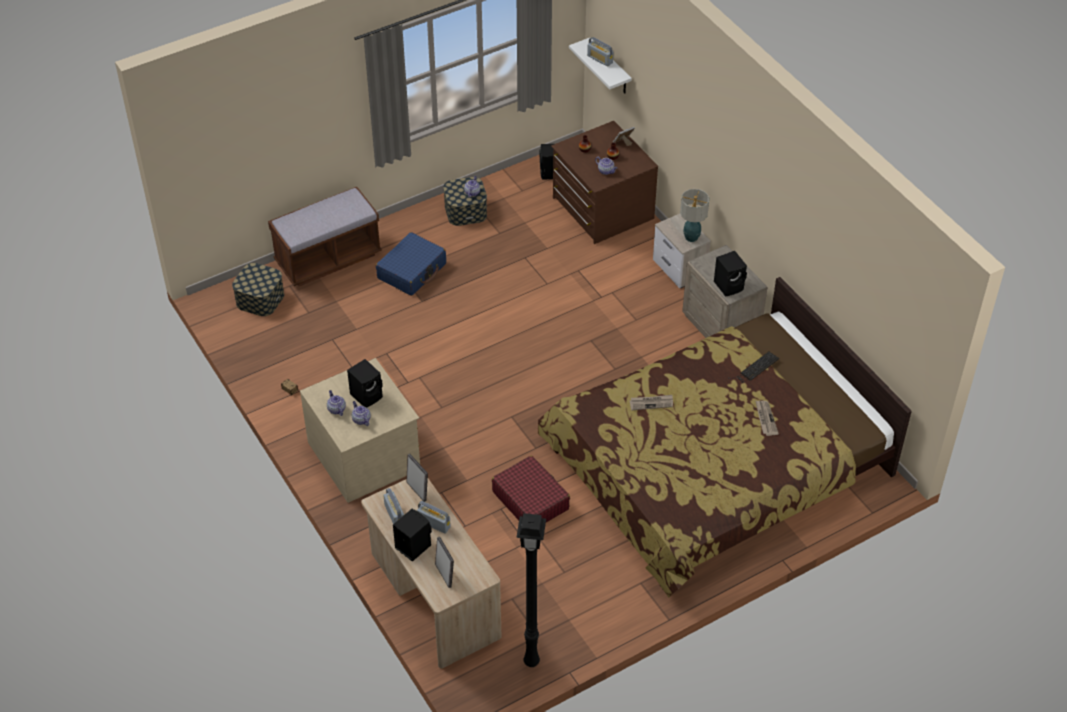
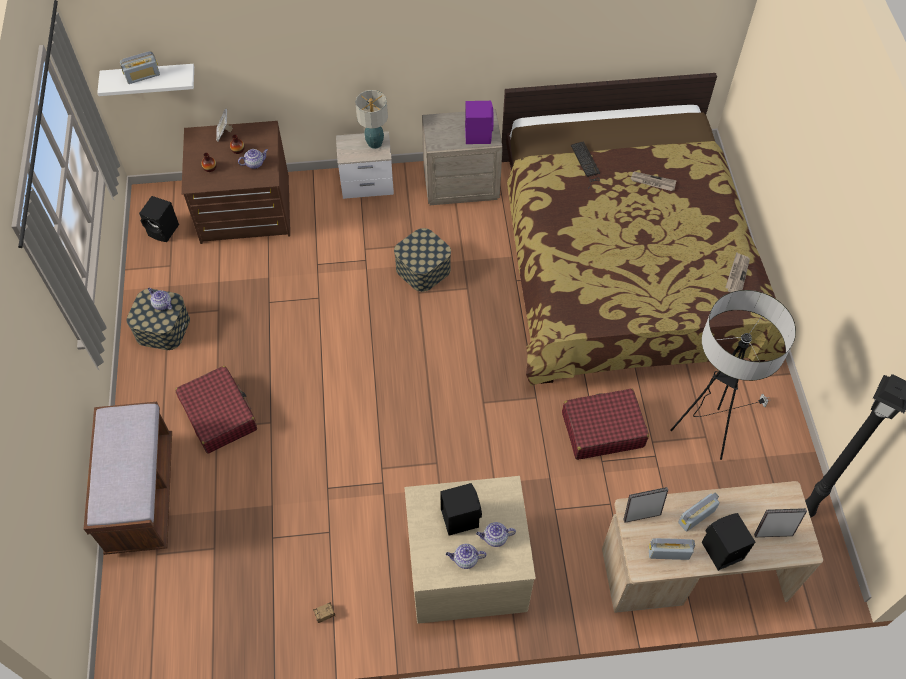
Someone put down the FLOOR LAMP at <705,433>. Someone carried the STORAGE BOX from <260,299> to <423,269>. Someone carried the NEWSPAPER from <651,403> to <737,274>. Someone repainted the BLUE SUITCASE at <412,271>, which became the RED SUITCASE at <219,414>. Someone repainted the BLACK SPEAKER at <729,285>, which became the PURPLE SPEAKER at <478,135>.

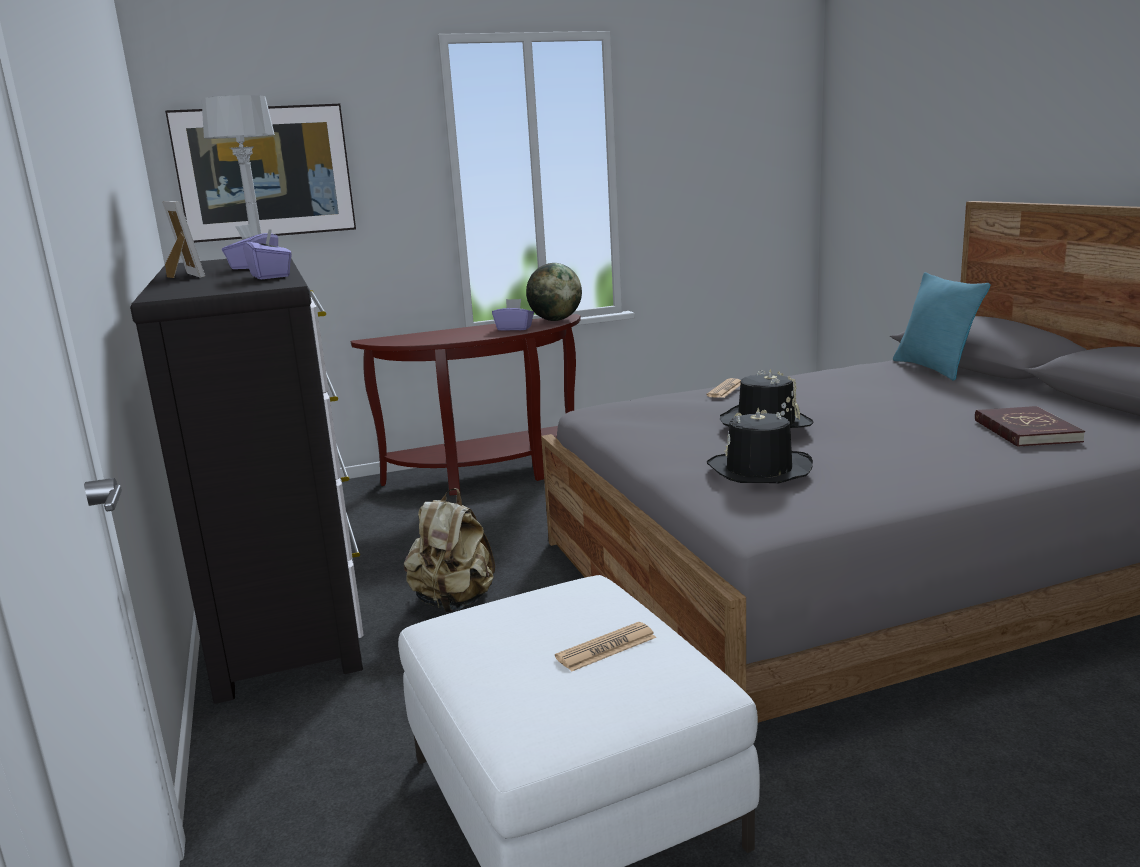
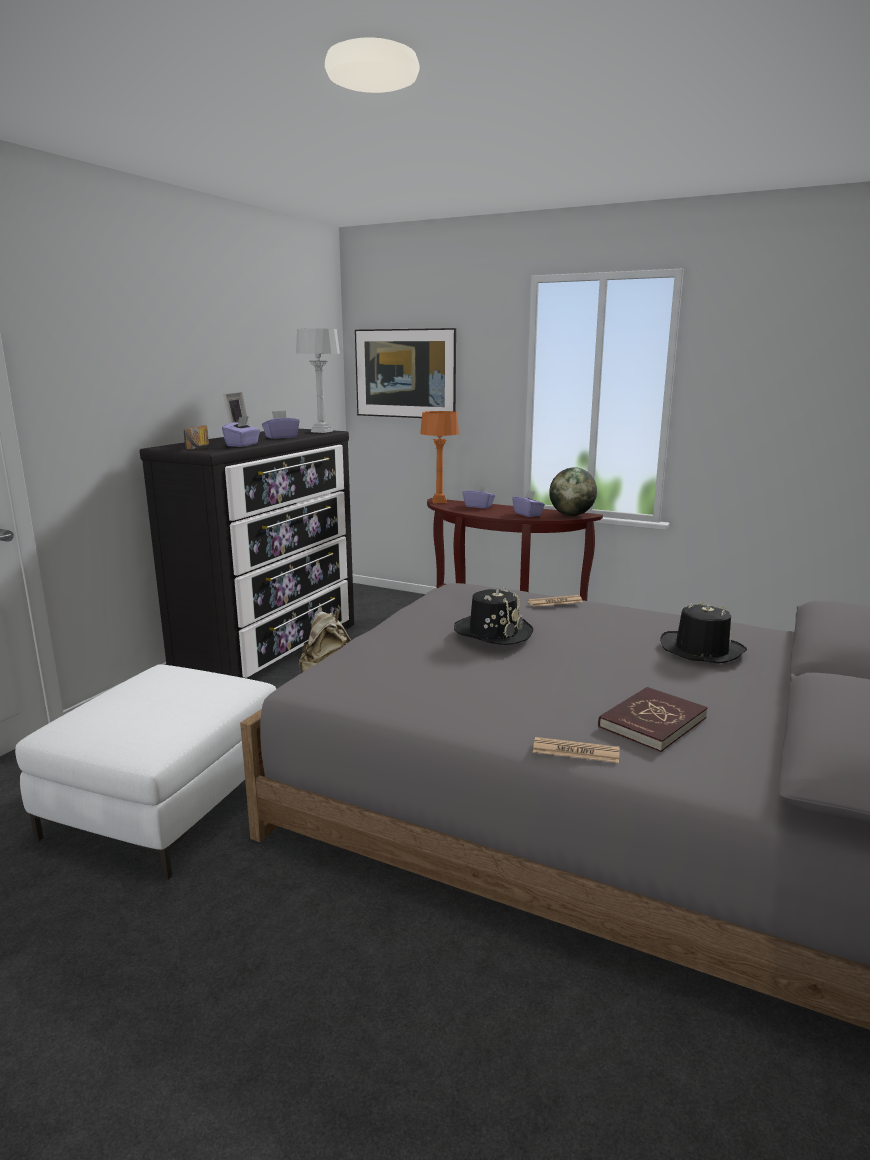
Someone took away the TURQUOISE PILLOW at <934,368>. Someone put down the RADIO at <201,447>. Someone put down the ORANGE TABLE LAMP at <439,502>. Someone put down the PURPLE TISSUE BOX at <478,506>. Someone carried the NEWSPAPER from <606,648> to <575,751>. Someone carried the BLACK HAT from <759,470> to <701,650>.

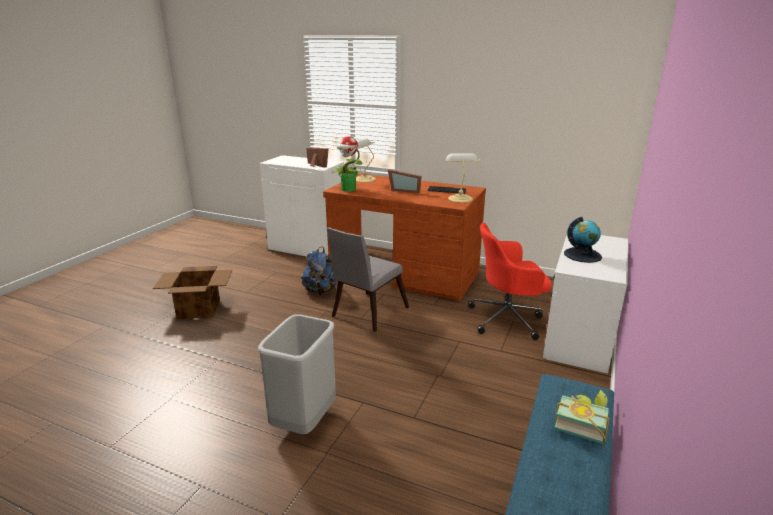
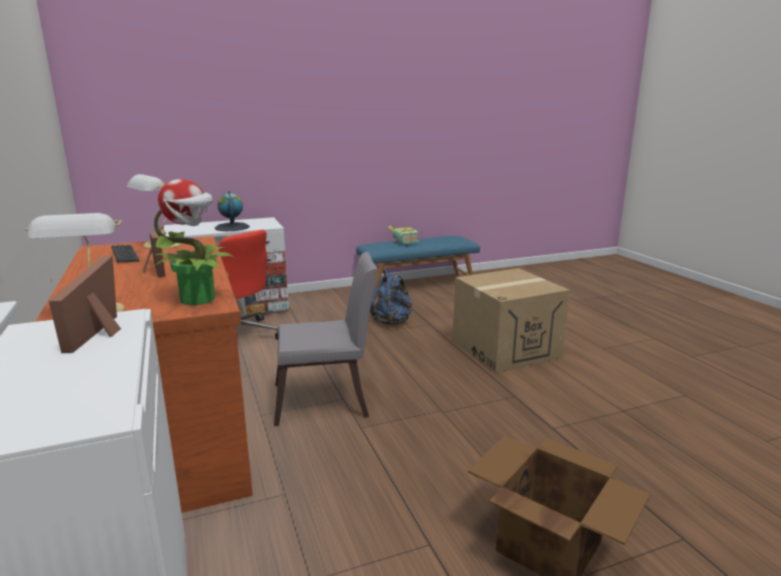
Someone carried the BLUE BACKPACK from <320,291> to <392,321>. Someone swapped the GREY TRASH CAN at <305,421> for the CARDBOARD BOX at <505,349>.

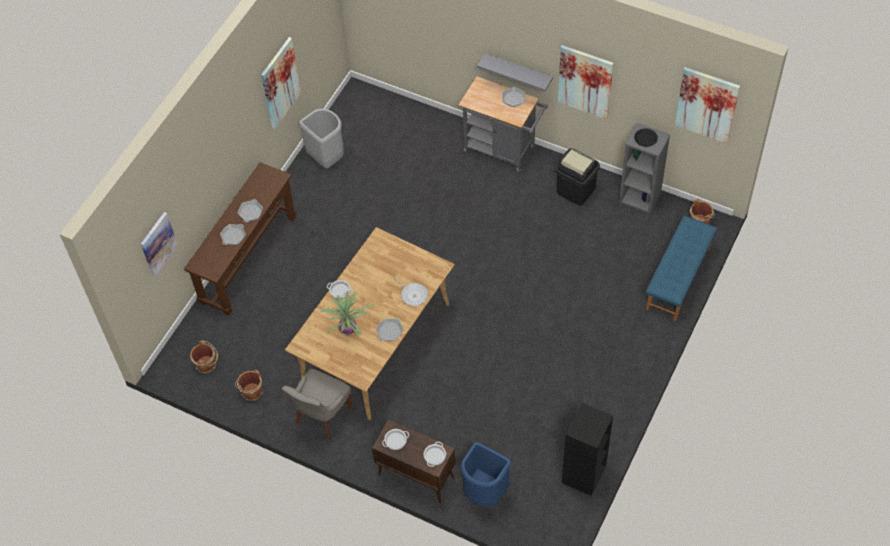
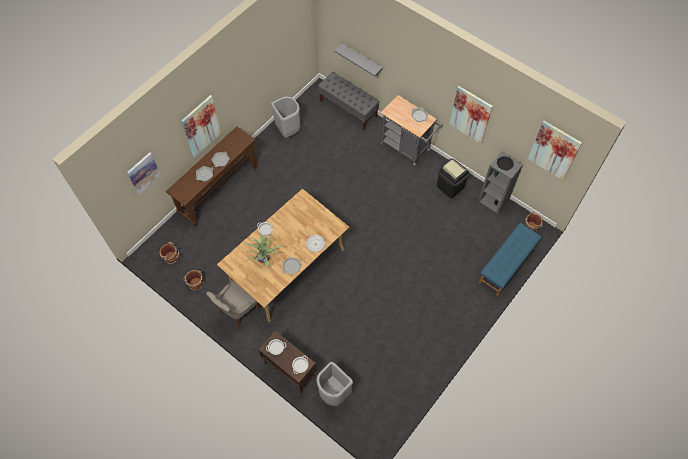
Someone took away the BLACK BOOKCASE at <584,474>. Someone put down the GREY BENCH at <348,109>. Someone carried the PICTURE from <280,83> to <201,126>. Someone carried the GREY SHELF from <518,71> to <362,60>. Someone repainted the BLUE TRASH CAN at <484,493>, which became the GREY TRASH CAN at <334,393>.

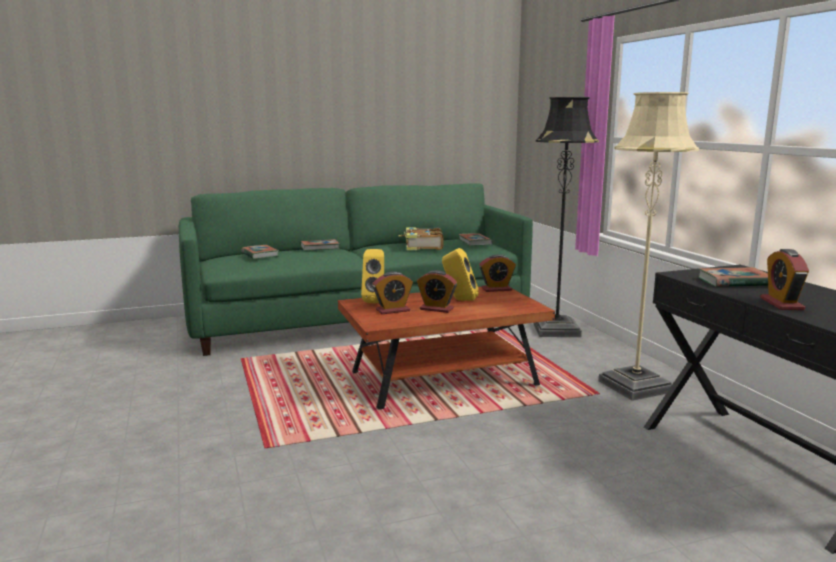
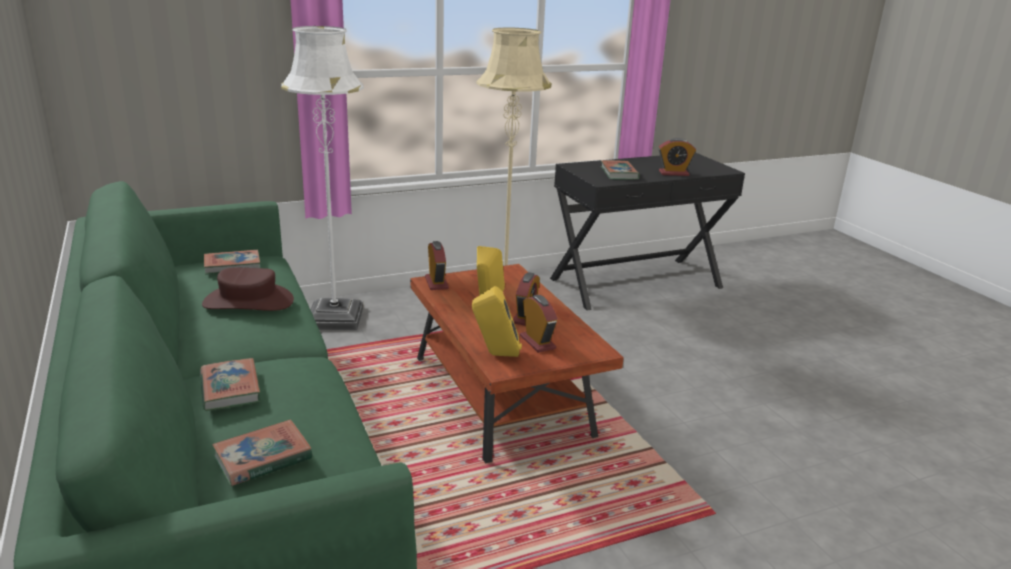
Someone swapped the BOOK at <422,246> for the BROWN HAT at <248,301>. Someone repainted the BLACK FLOOR LAMP at <556,330>, which became the WHITE FLOOR LAMP at <335,318>.

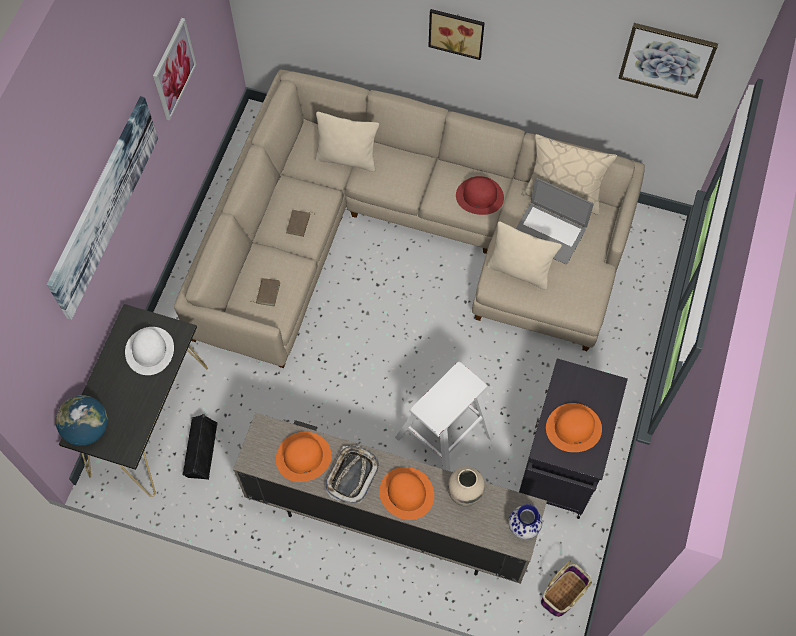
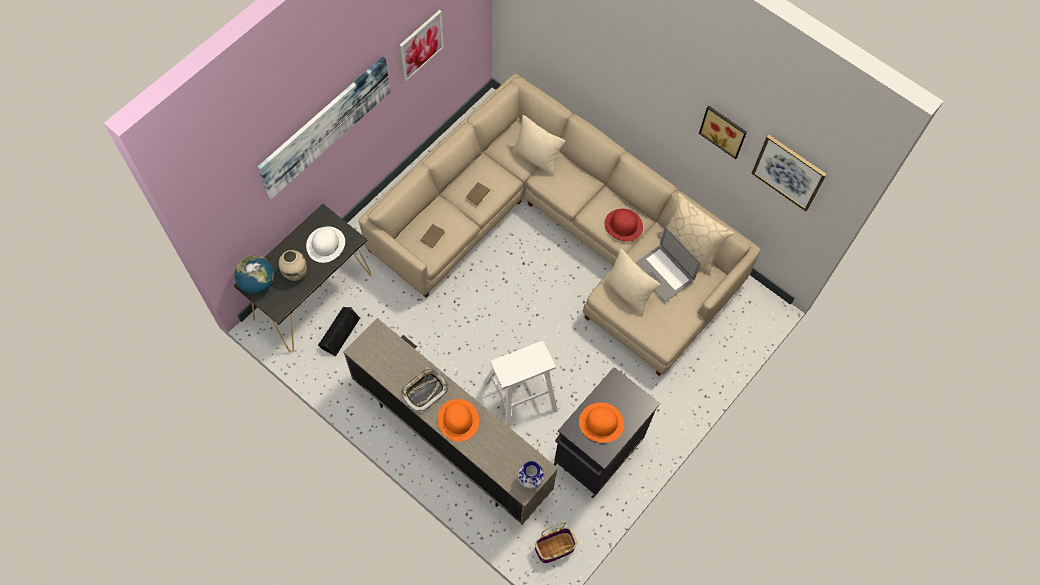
Someone took away the ORANGE HAT at <303,457>. Someone carried the PICTURE from <457,31> to <724,130>. Someone carried the BEIGE VASE from <464,494> to <295,273>.

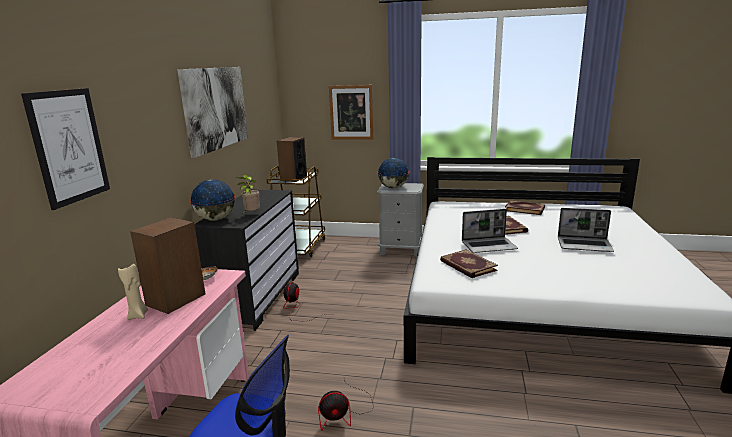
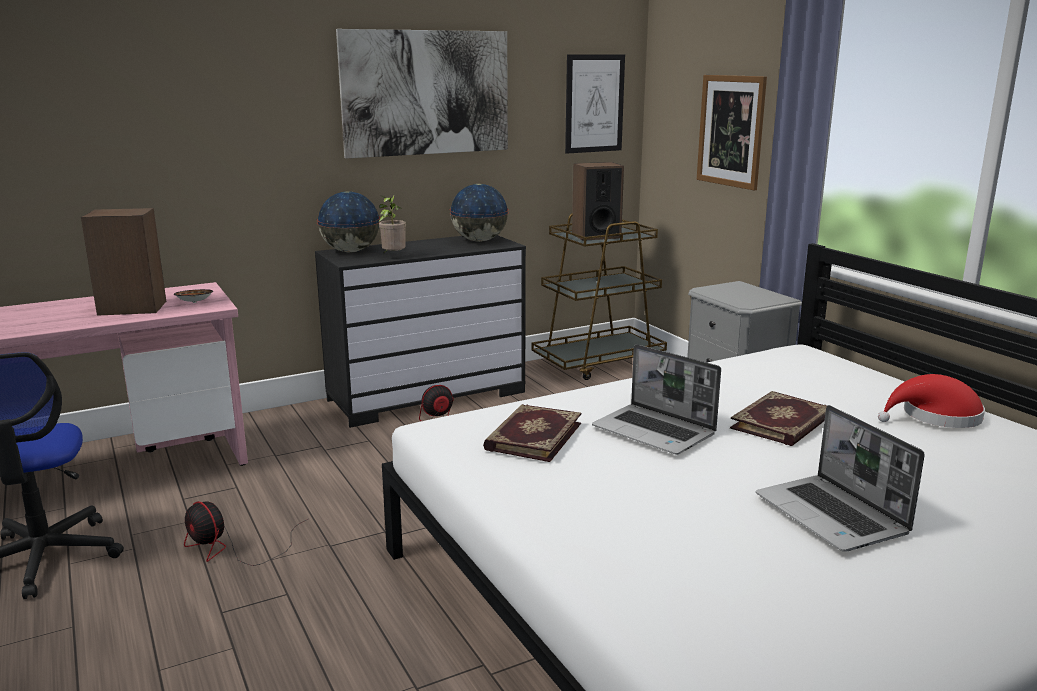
Someone took away the BEIGE CANDLE at <138,315>. Someone carried the PICTURE from <69,146> to <594,103>. Someone carried the GLOBE from <393,187> to <479,240>. Someone swapped the BOOK at <525,209> for the RED HAT at <935,417>.

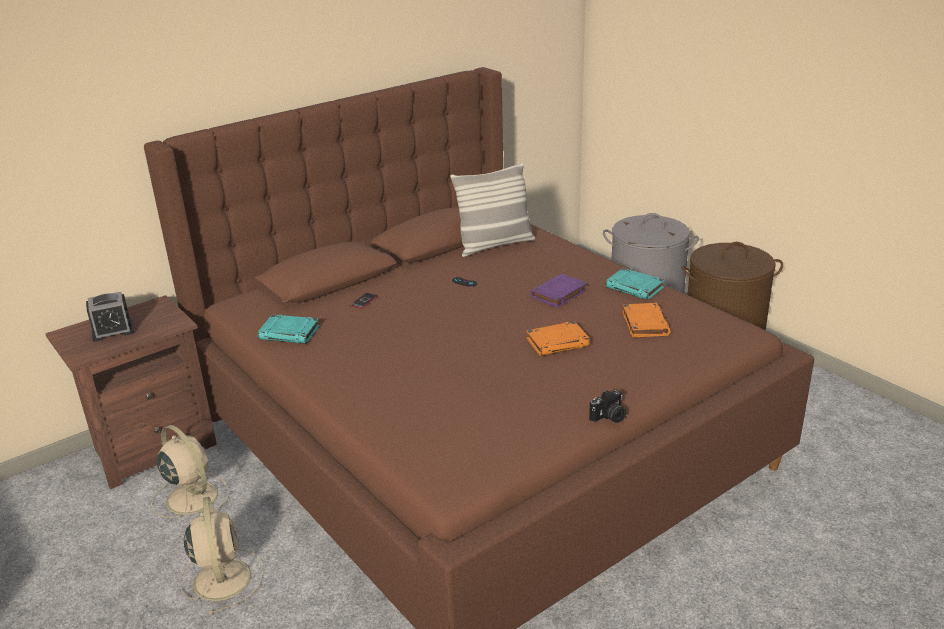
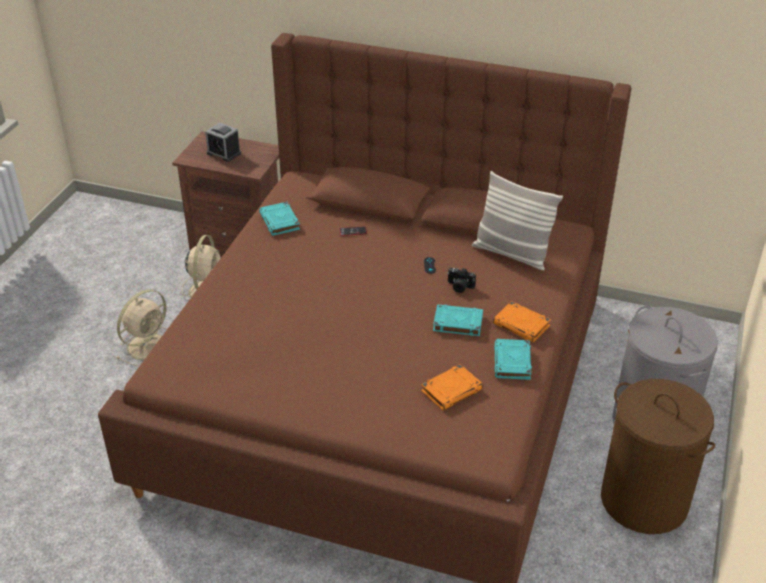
Someone carried the ORANGE BOOK from <558,342> to <522,325>. Someone carried the PHOTO CAMERA from <609,417> to <459,287>. Someone repainted the PURPLE BOOK at <558,294>, which became the TURQUOISE BOOK at <457,323>.

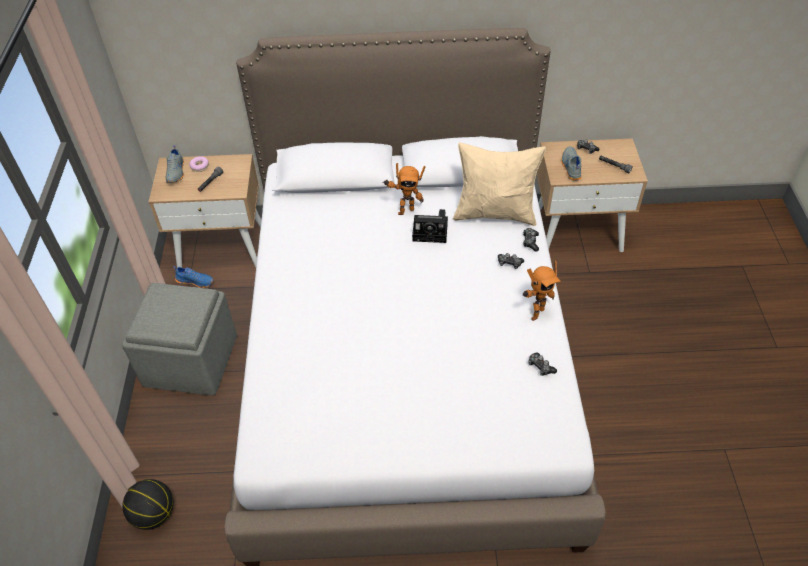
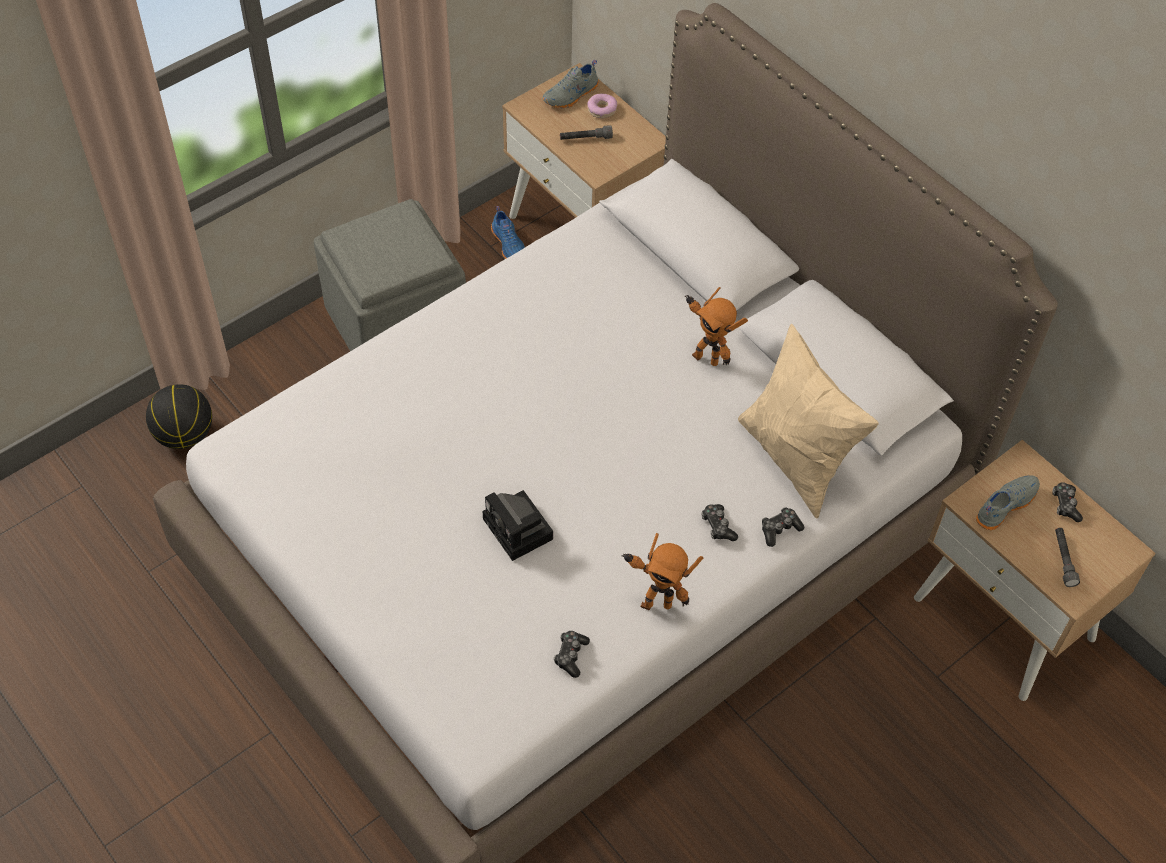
Someone carried the PHOTO CAMERA from <432,231> to <520,531>.

